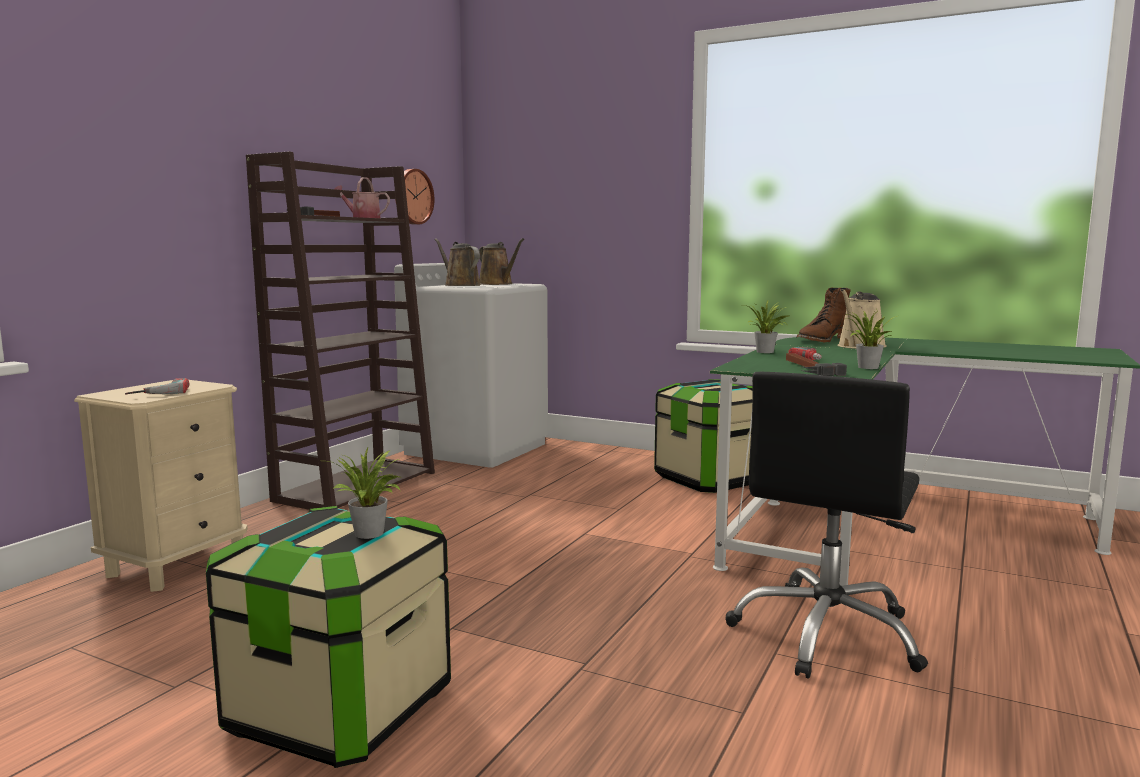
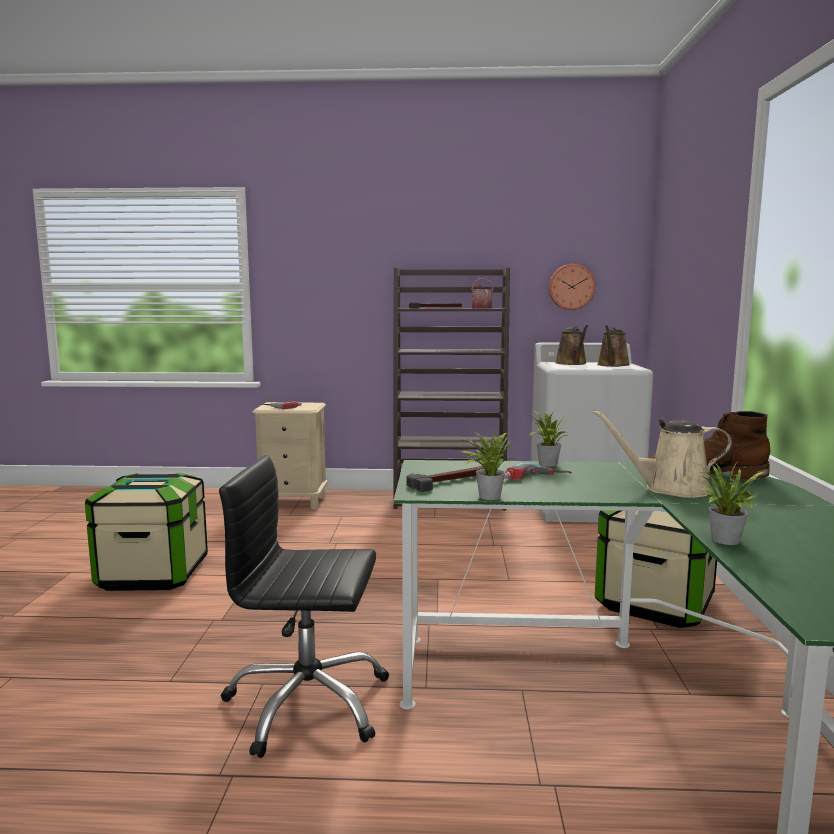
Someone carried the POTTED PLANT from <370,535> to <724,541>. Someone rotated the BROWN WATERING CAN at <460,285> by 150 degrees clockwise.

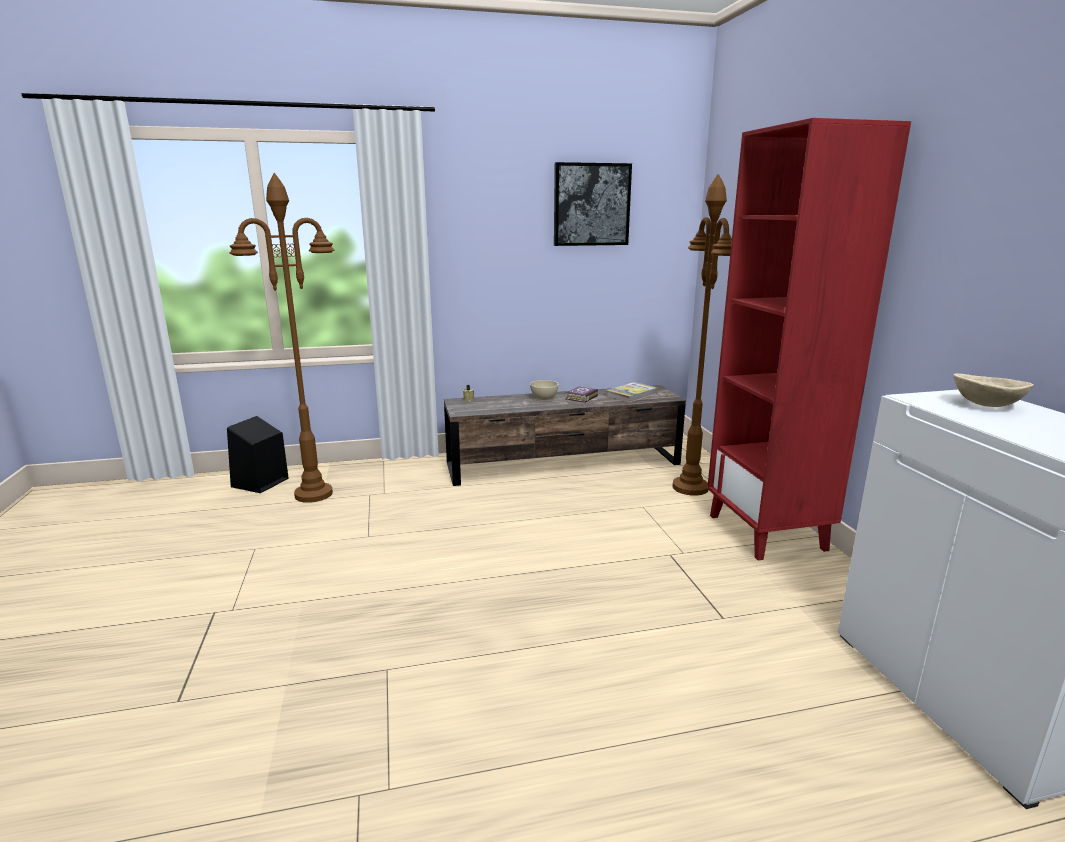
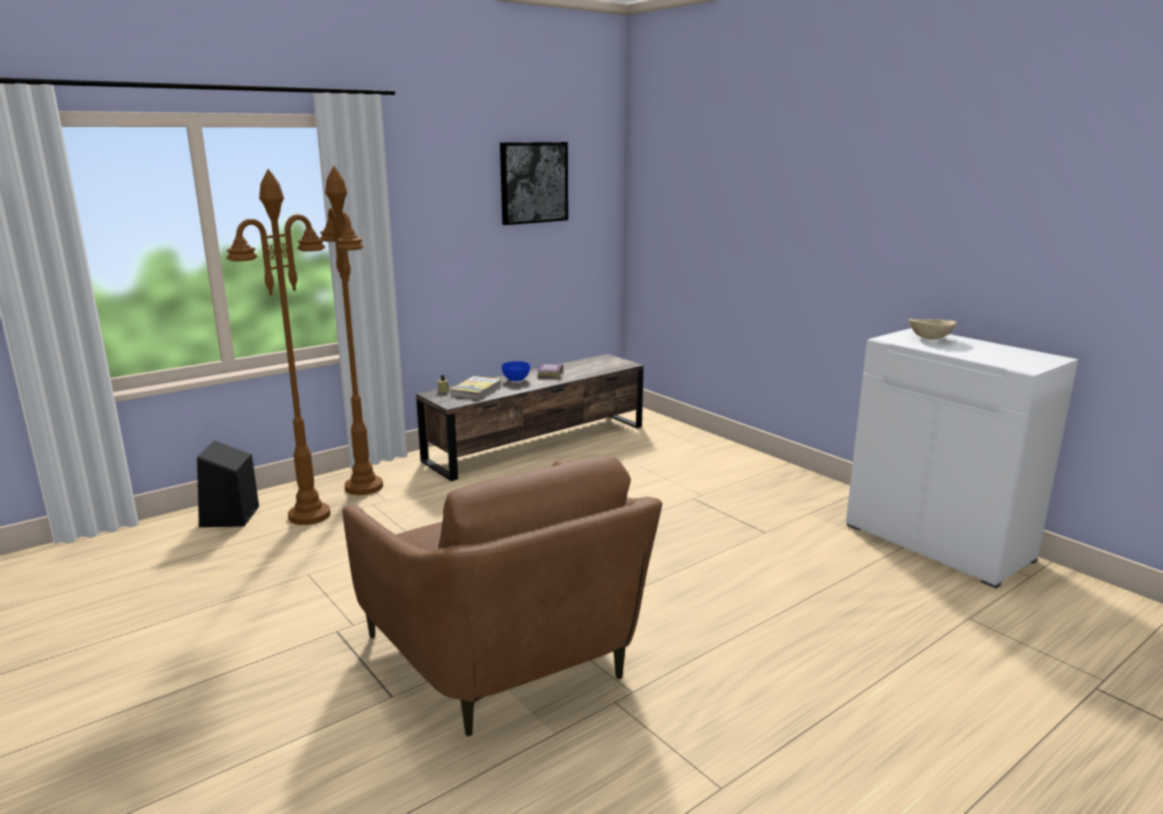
Someone took away the RED BOOKCASE at <767,532>. Someone put down the BROWN ARMCHAIR at <509,657>. Someone carried the BOOK from <631,394> to <476,390>. Someone carried the BROWN FLOOR LAMP from <690,488> to <364,487>. Someone repainted the BEIGE BOWL at <544,398>, which became the BLUE BOWL at <516,380>.

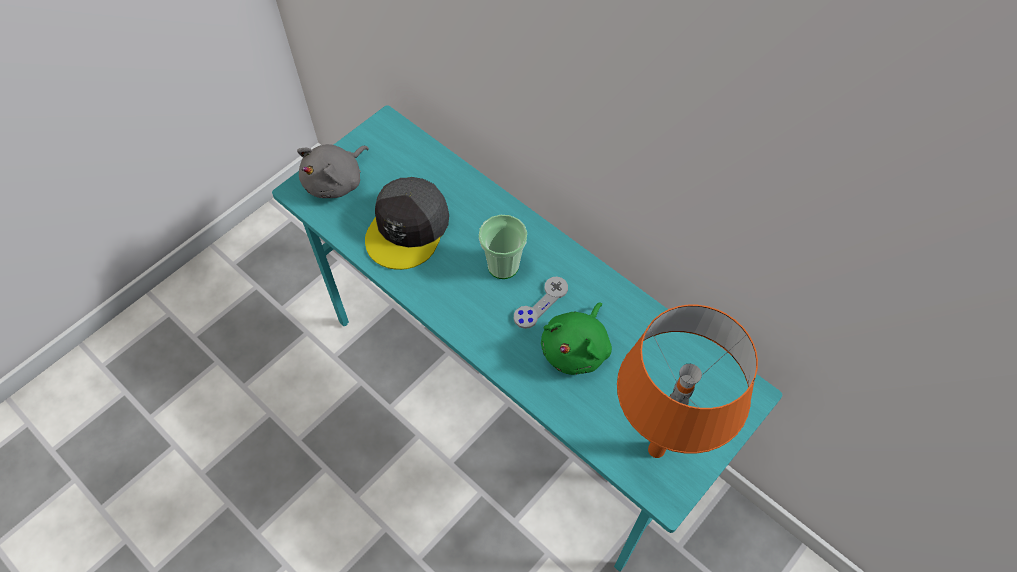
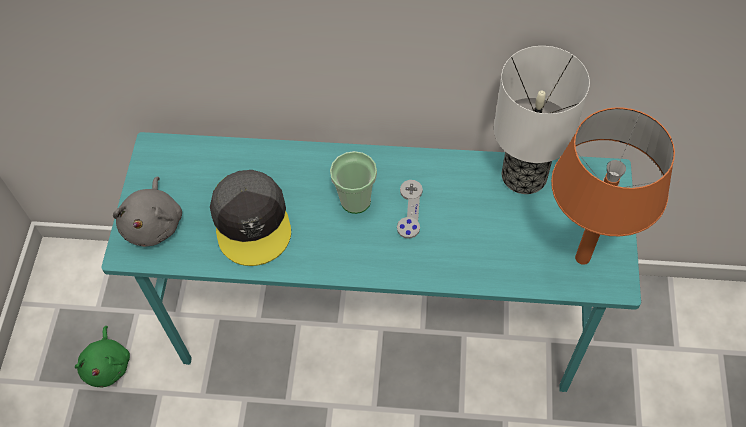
Someone put down the TABLE LAMP at <524,177>. Someone carried the GREEN PLUSH TOY from <576,349> to <108,365>.

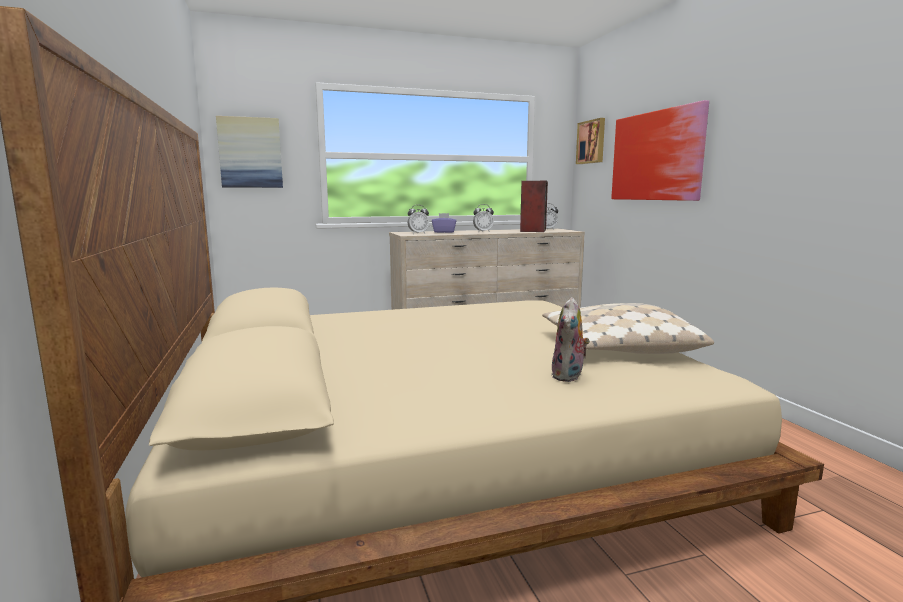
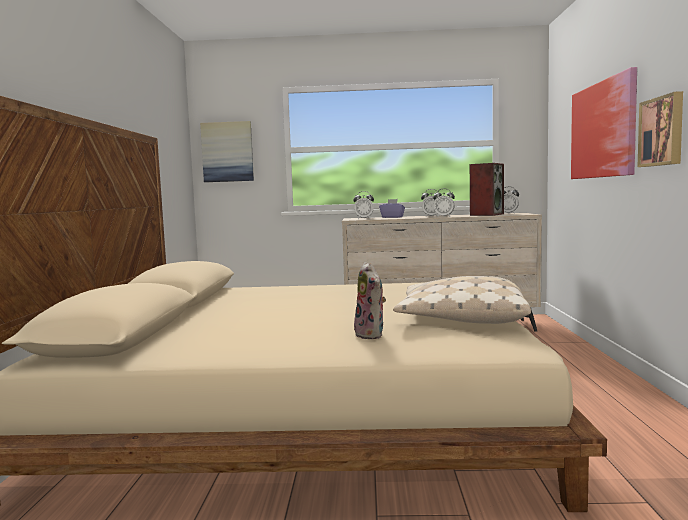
Someone put down the ALARM CLOCK at <444,216>. Someone carried the PICTURE from <591,142> to <663,131>. Someone rotated the PLUSH TOY at <569,376> by 60 degrees counterclockwise.

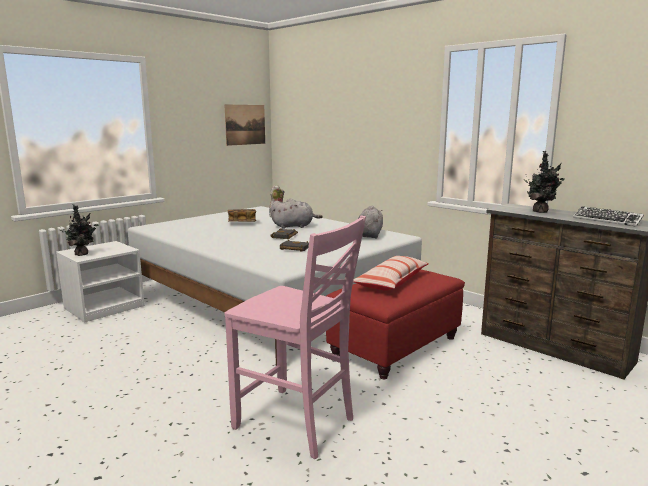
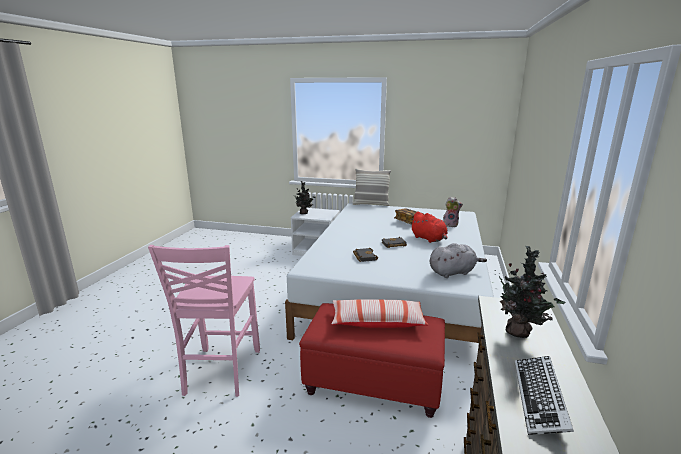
Someone took away the PICTURE at <245,124>. Someone put down the PILLOW at <371,204>. Someone repainted the GREY PLUSH TOY at <294,226>, which became the RED PLUSH TOY at <429,239>.

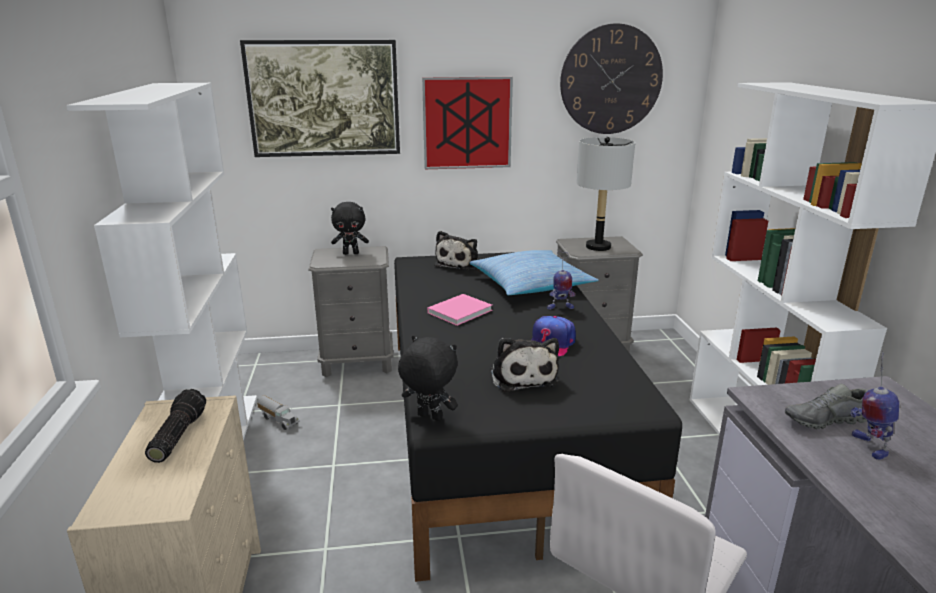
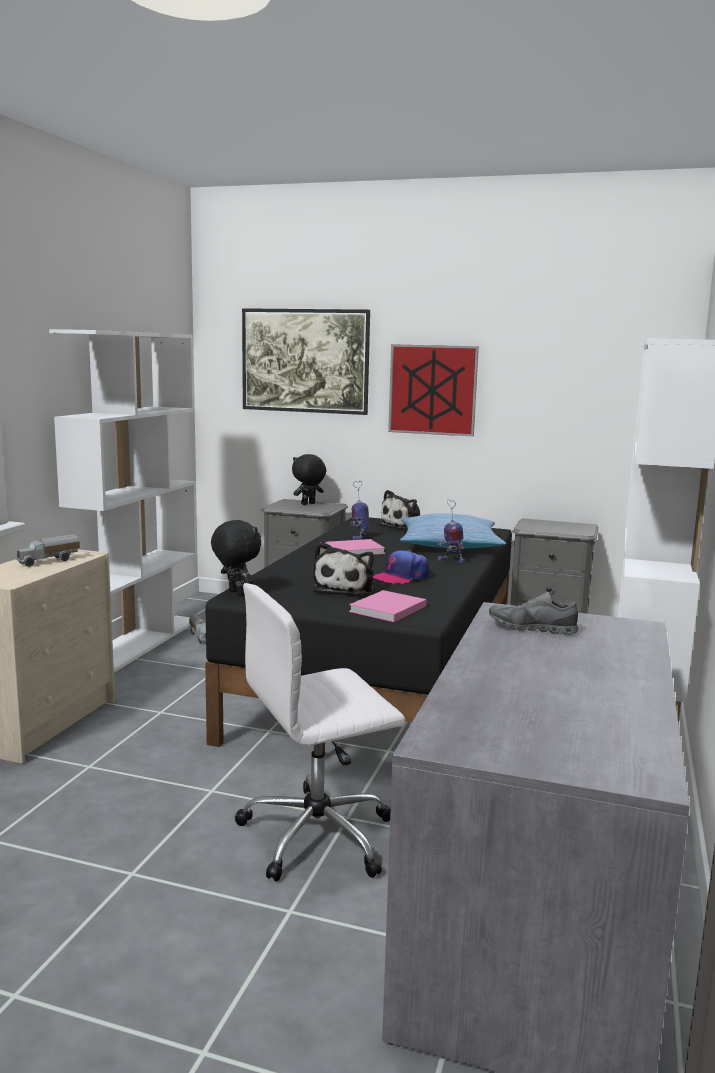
Someone took away the WALL CLOCK at <611,80>. Someone took away the GREY TABLE LAMP at <598,247>. Someone put down the PINK BOOK at <386,609>. Someone carried the TOY ROBOT from <868,445> to <360,537>. Someone swapped the FLASHLIGHT at <176,436> for the TOY TRUCK at <48,561>. Someone rotated the BLACK PLUSH TOY at <351,253> by 120 degrees clockwise.

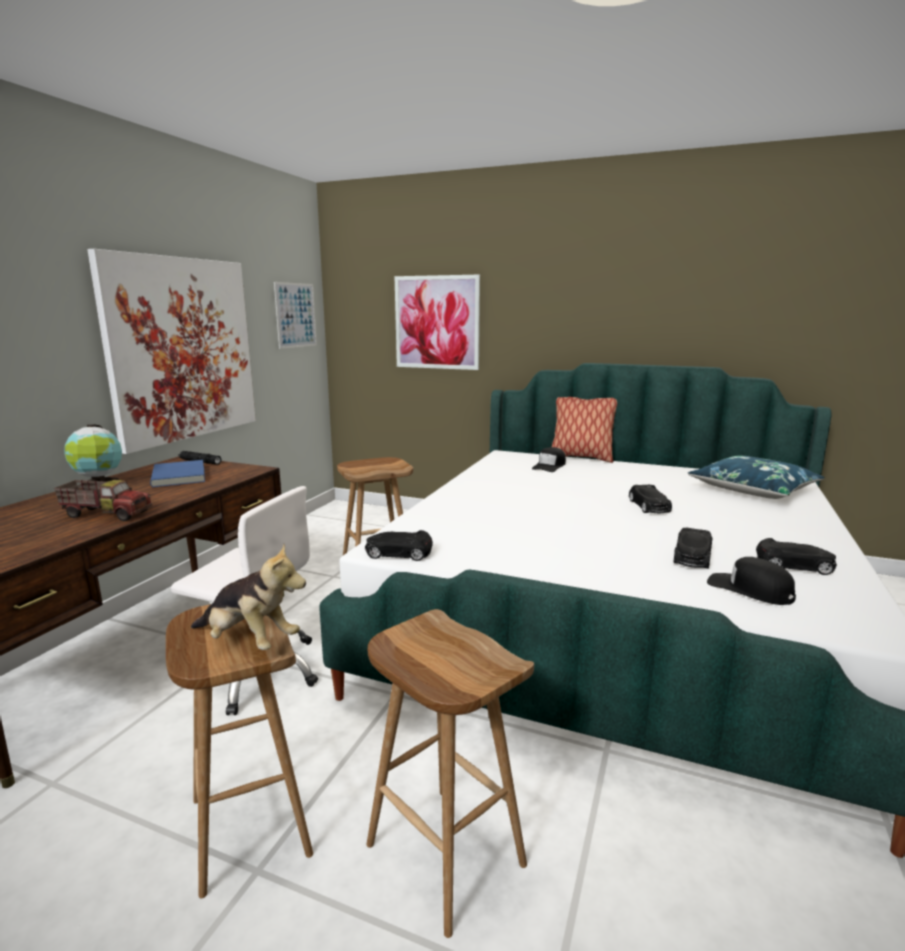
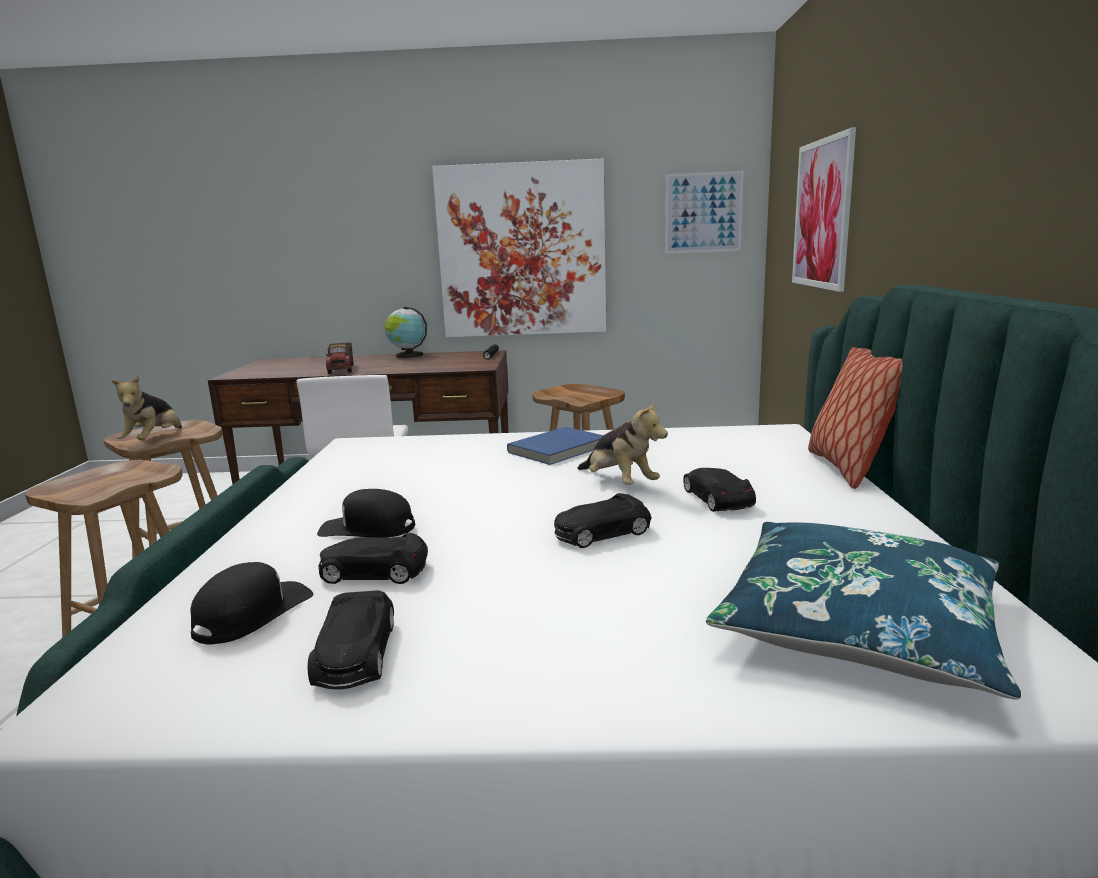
Someone put down the PLUSH TOY at <619,483>. Someone carried the BLUE BOOK from <180,476> to <559,449>. Someone carried the BLACK TOY CAR from <398,553> to <717,498>. Someone carried the BLACK CAP from <549,466> to <367,528>.

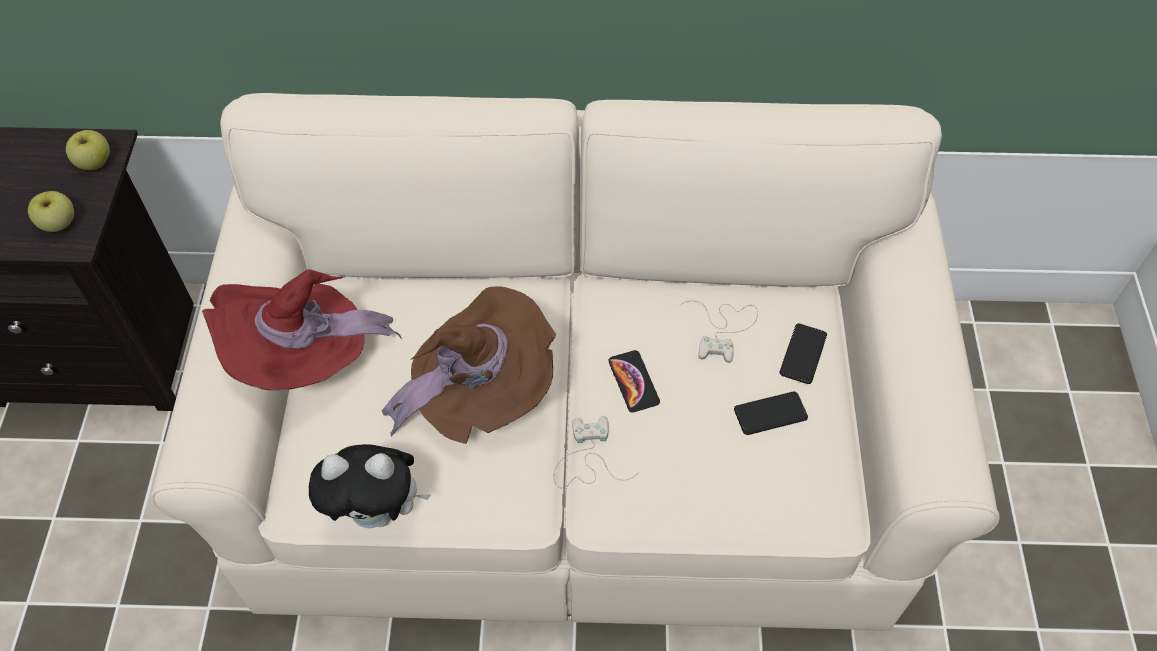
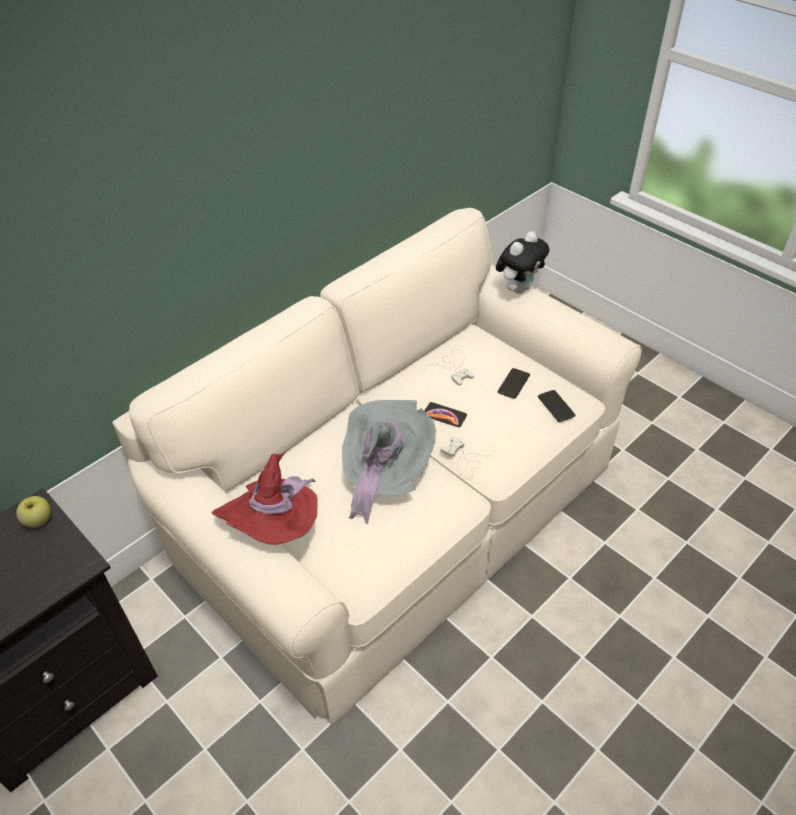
Someone took away the APPLE at <59,224>. Someone carried the PLUSH TOY from <378,512> to <518,288>. Someone carried the PHONE from <803,354> to <556,406>. Someone repainted the BROWN HAT at <480,393>, which became the GREY HAT at <384,473>.

